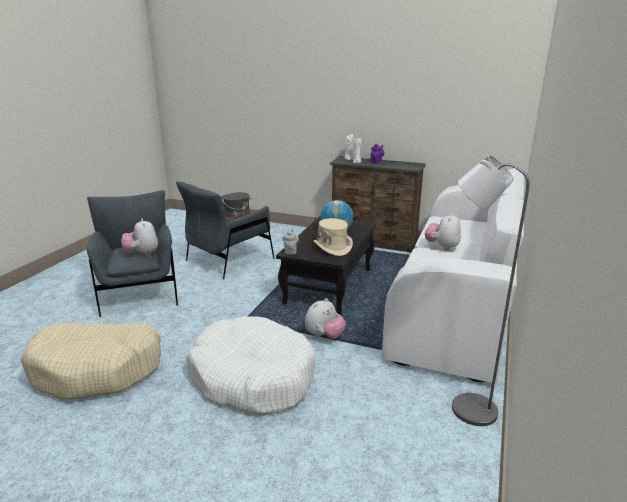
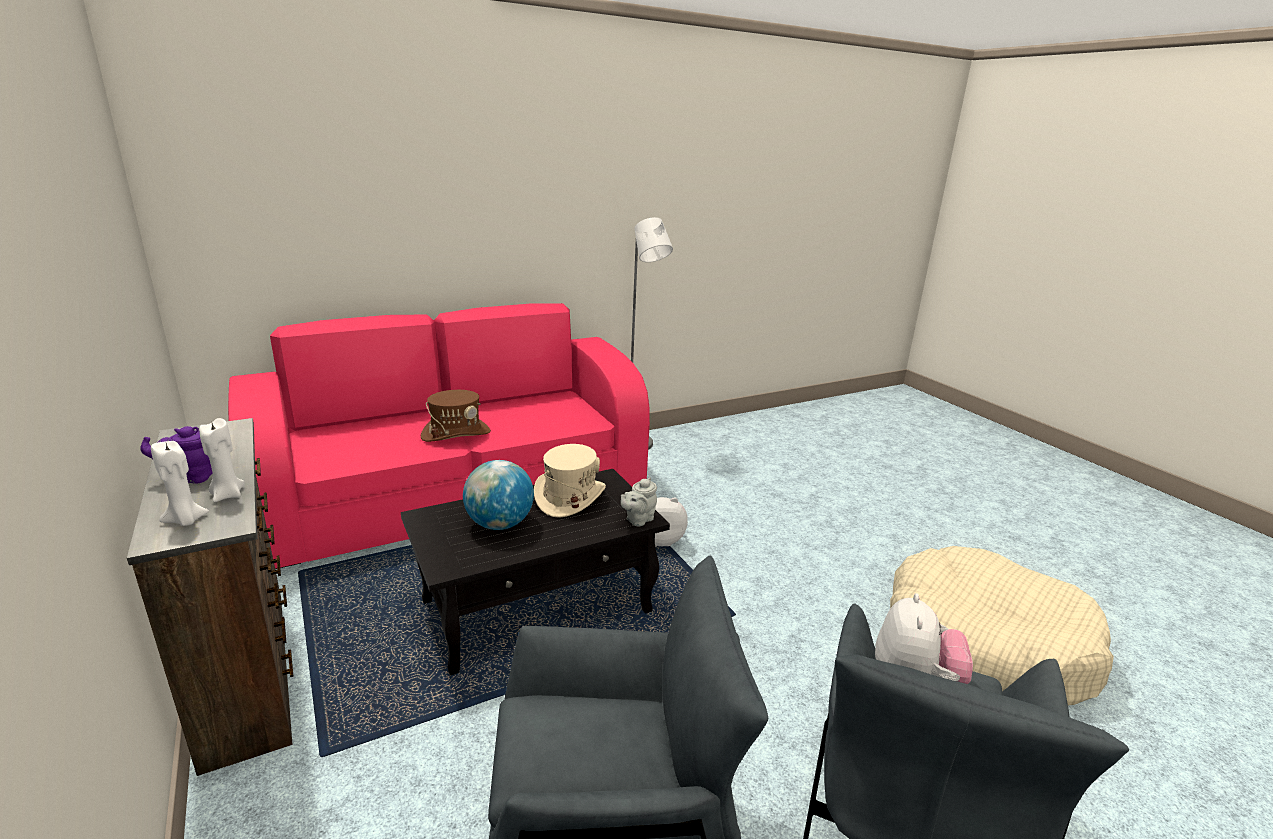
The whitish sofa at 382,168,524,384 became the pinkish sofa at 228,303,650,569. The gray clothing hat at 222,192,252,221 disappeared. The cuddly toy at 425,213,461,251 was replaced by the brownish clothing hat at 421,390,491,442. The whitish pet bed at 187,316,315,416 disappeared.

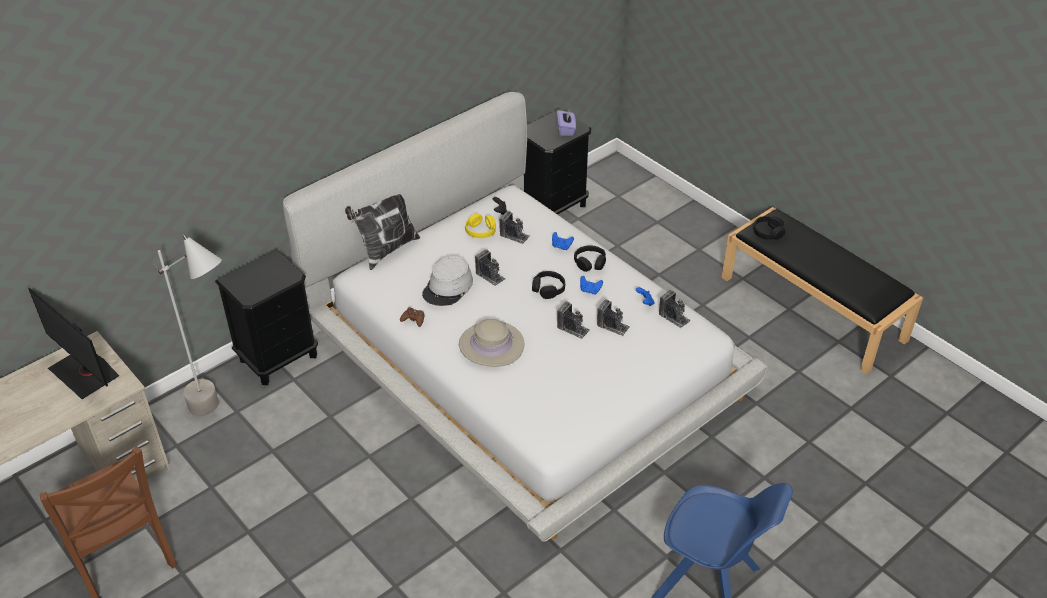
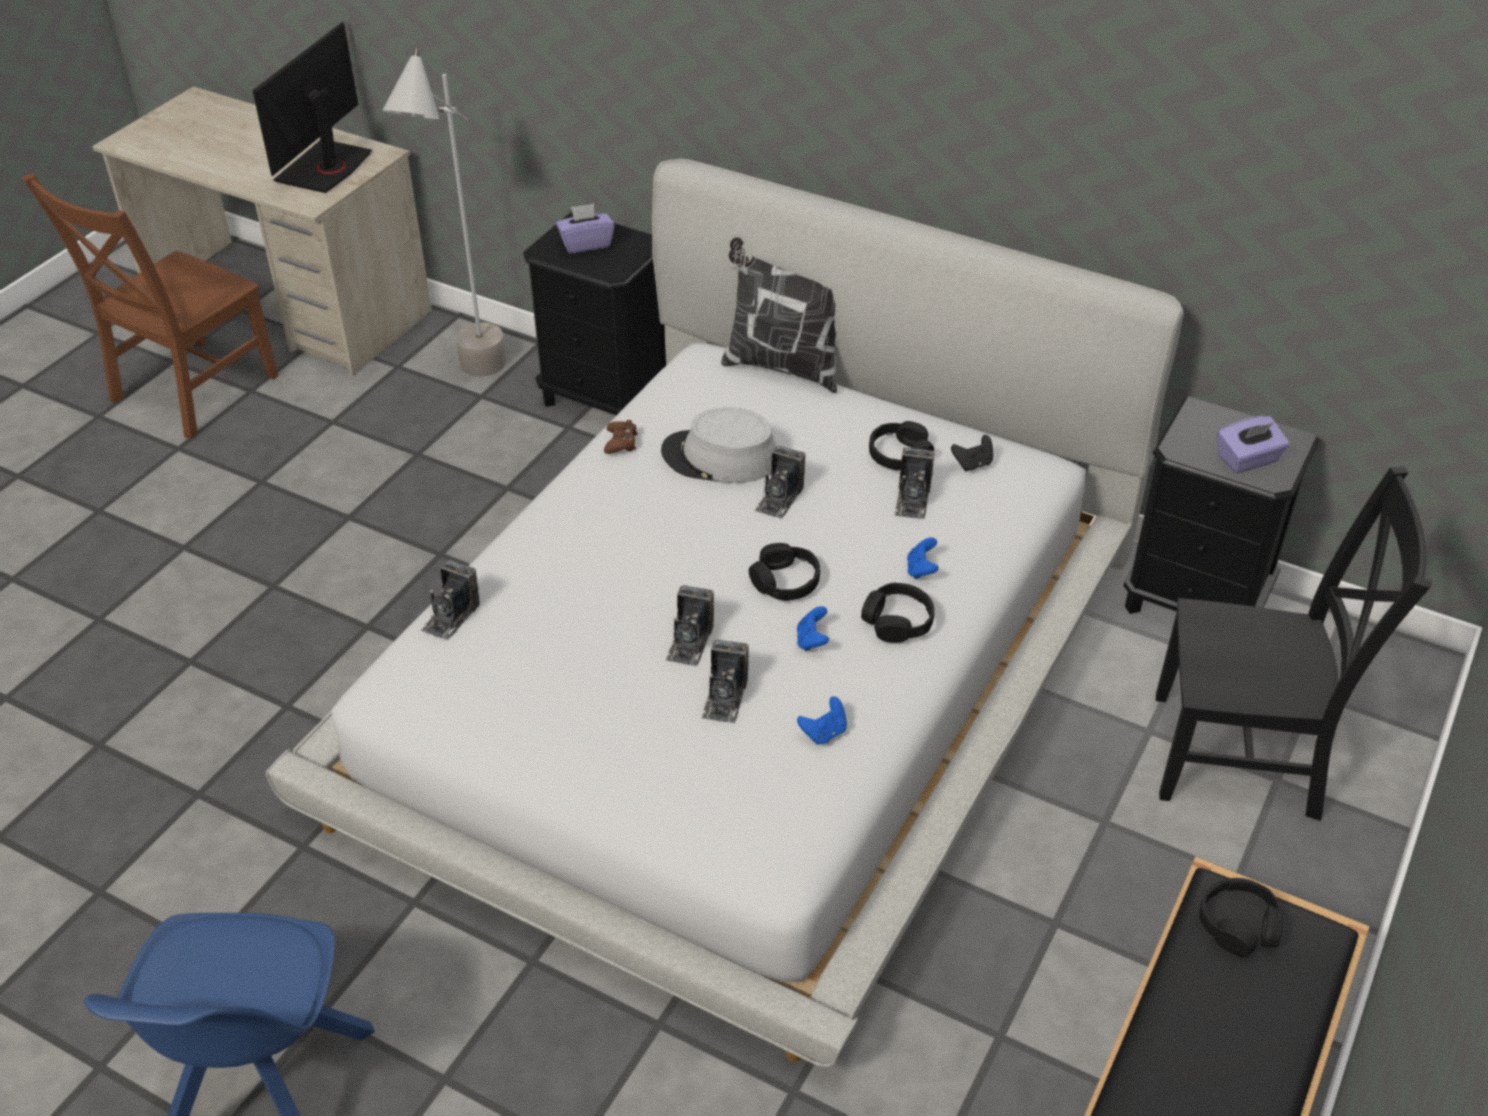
The yellow-coloured headset at 465,213,496,238 became the black-coloured headset at 869,421,934,470. The still camera moved from 659,290,691,328 to 421,560,480,640. The beige-coloured clothing hat at 459,319,525,367 disappeared. The purplish tissue box at 556,203,615,254 appeared. The black-coloured plain chair at 1156,466,1432,821 appeared.

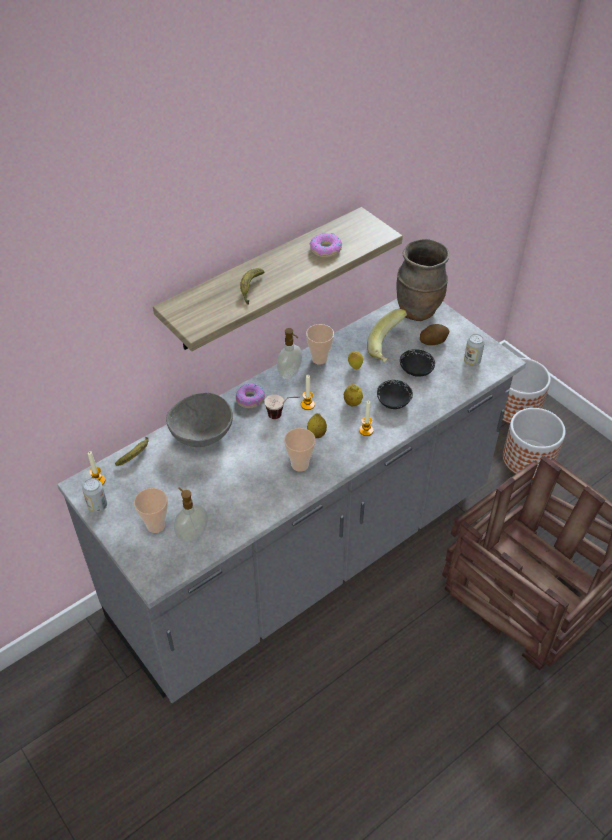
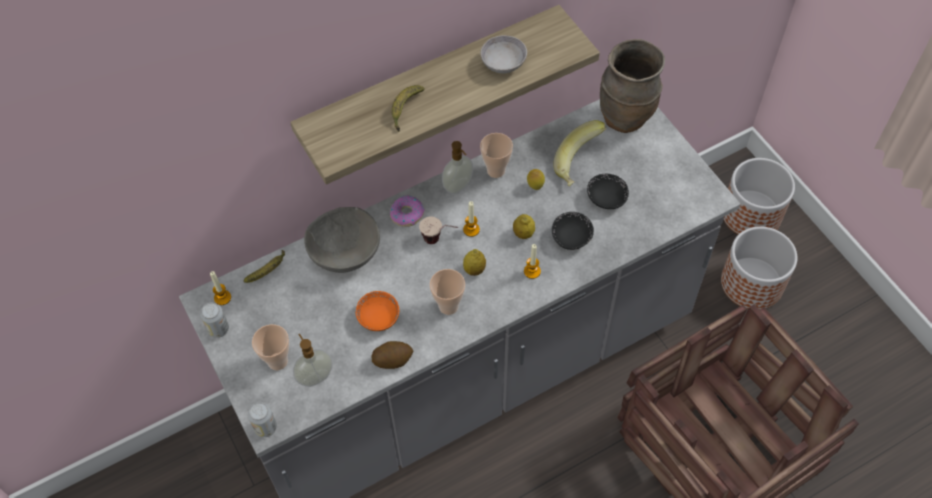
The ring doughnut at 309,233,342,258 was replaced by the gray serving bowl at 481,35,527,73. The whole potato moved from 420,324,449,345 to 371,341,413,369. The can moved from 464,334,485,366 to 248,402,277,437. The orange-coloured serving bowl at 355,291,399,331 appeared.

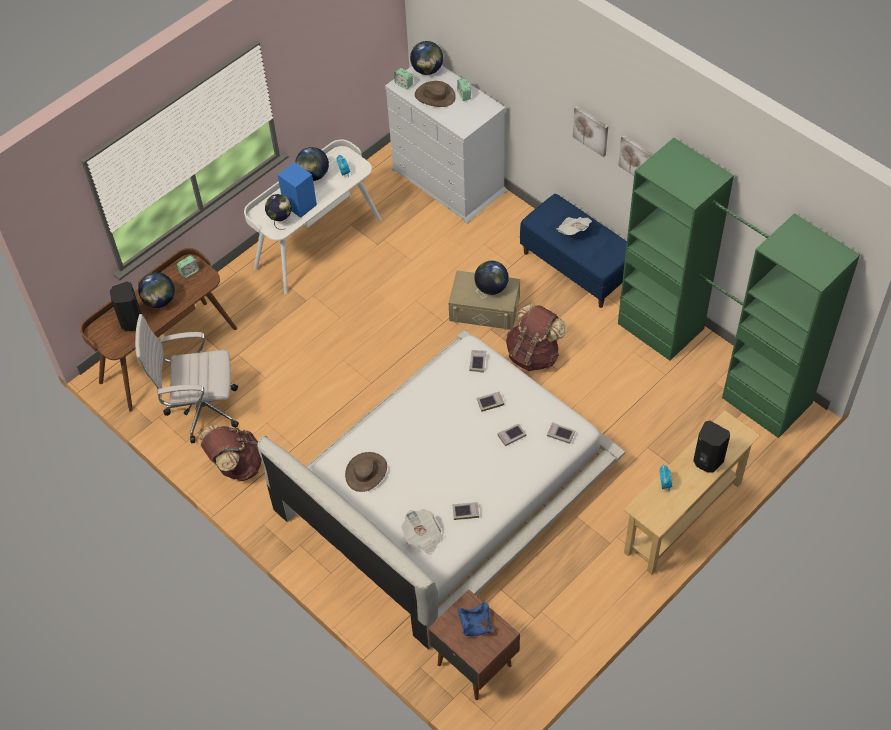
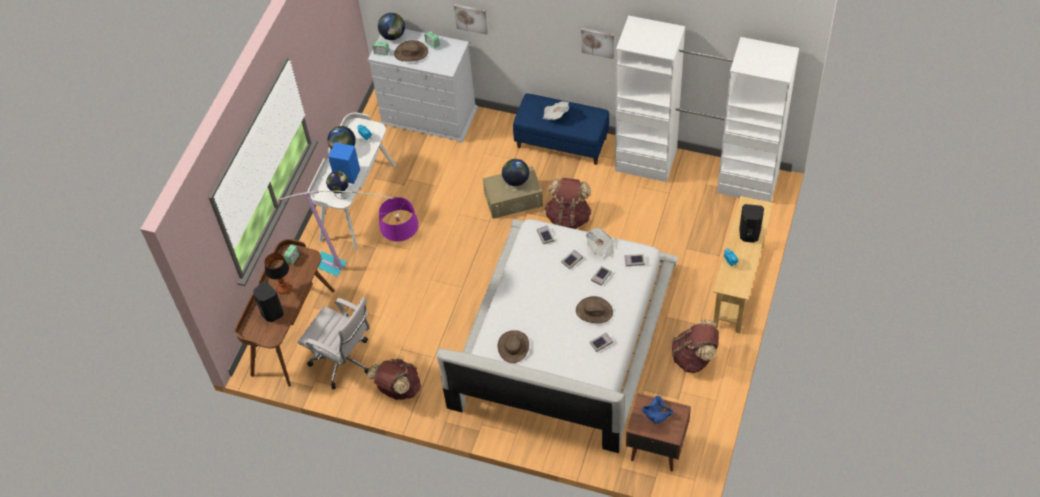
The wall picture moved from 573,106,608,157 to 454,4,488,35. The green-coloured armoire at 618,138,860,438 became the whitish armoire at 615,15,799,202. The world globe at 138,272,175,308 was replaced by the tabletop lamp at 264,253,291,294. The whitish computer chair at 135,314,239,443 turned 120 degrees counterclockwise. The daily paper moved from 401,509,443,555 to 586,228,615,257. The floor lamp at 279,190,419,276 appeared. The brownish clothing hat at 576,296,613,323 appeared. The brownish knapsack at 672,320,719,373 appeared.

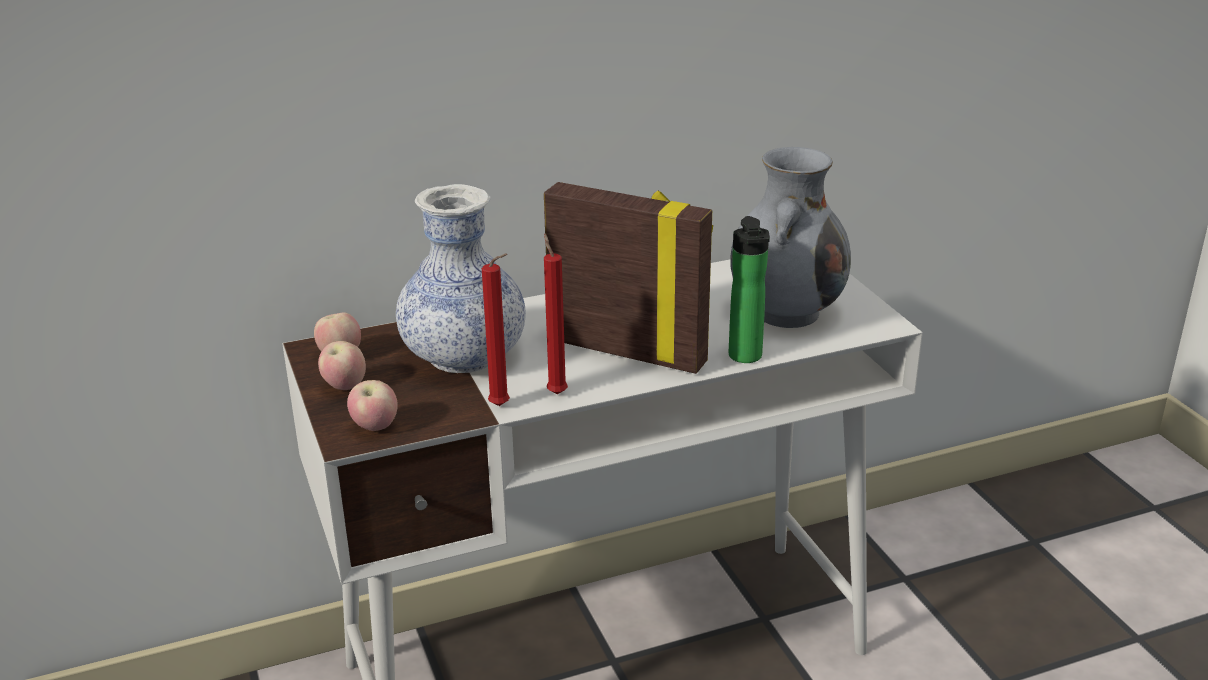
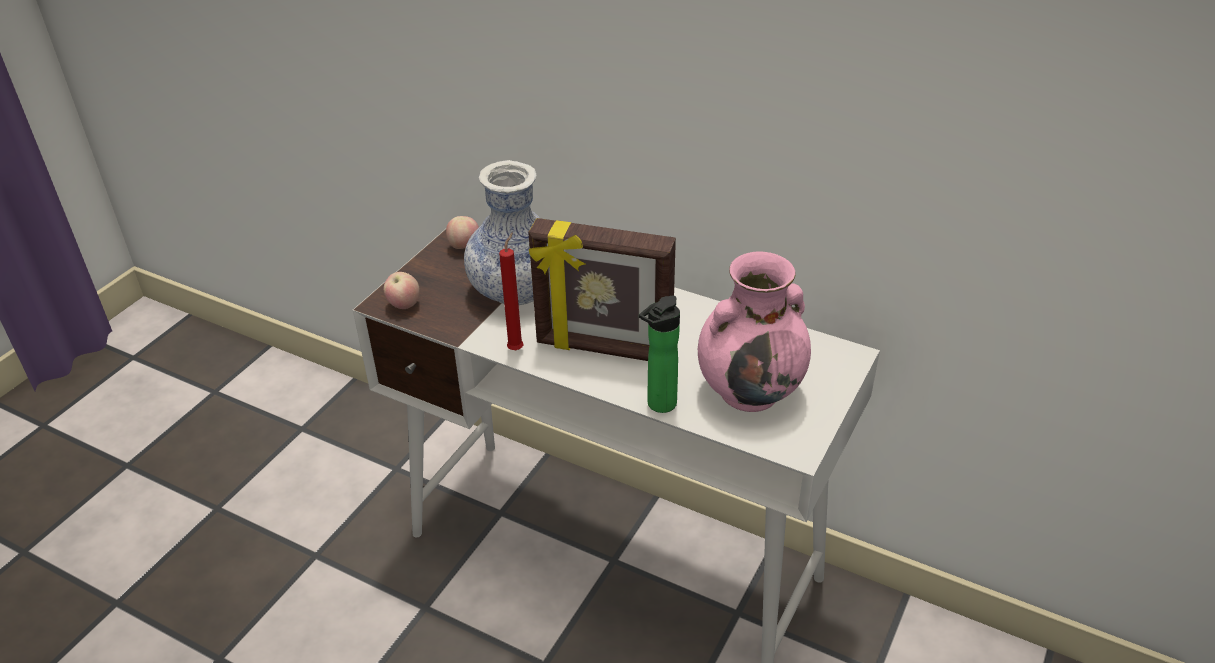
The gray vase at 730,147,851,328 became the pinkish vase at 698,251,811,412. The photo frame at 544,182,713,374 turned 120 degrees clockwise. The red candle at 482,254,510,406 disappeared. The apple fruit at 318,341,366,390 disappeared.

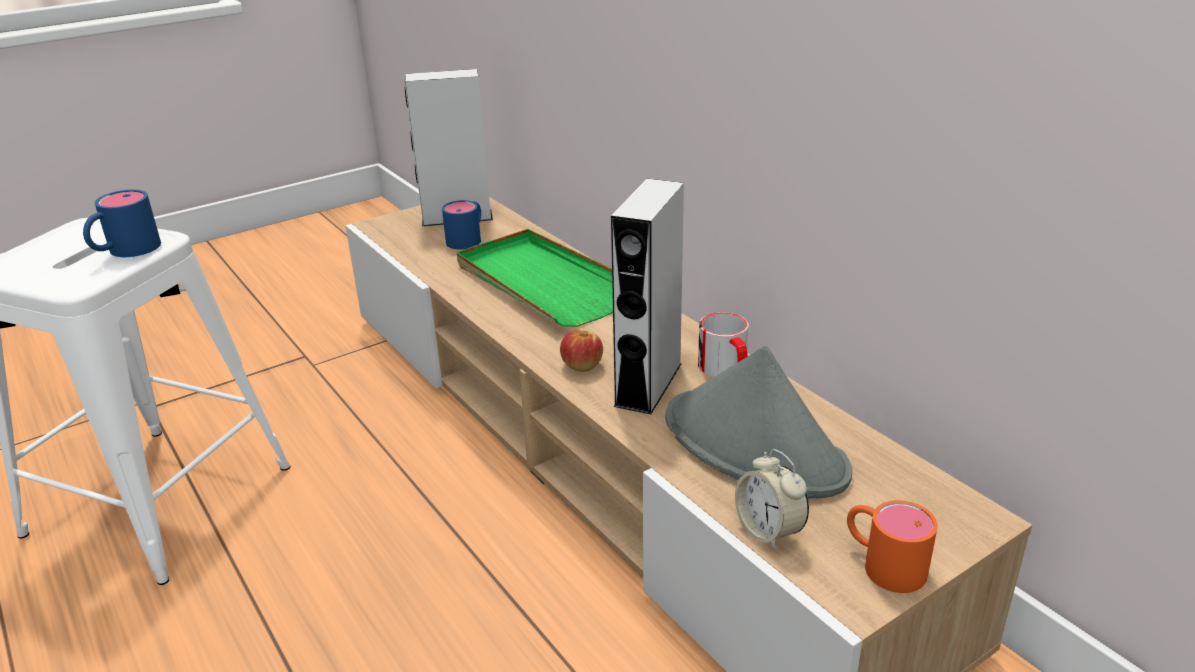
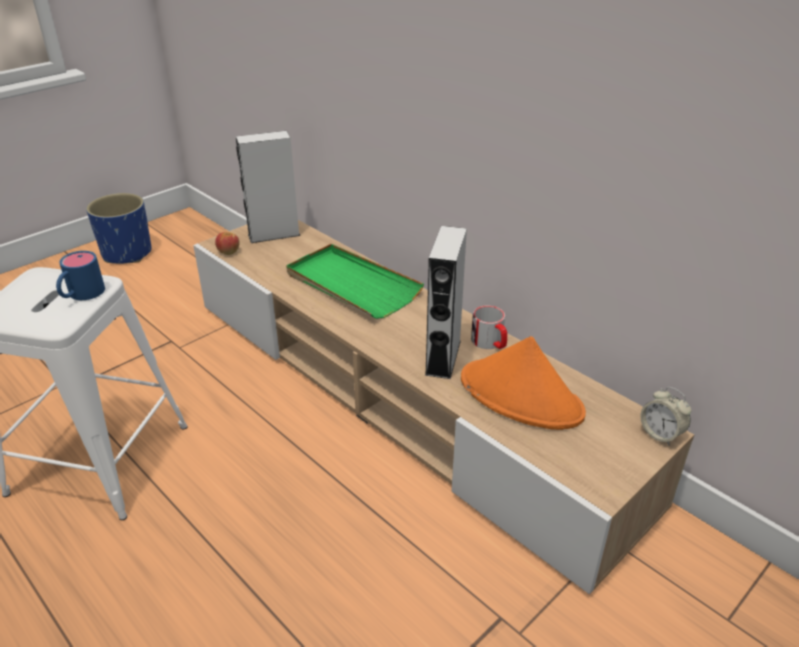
The blue-coloured tea mug at 442,200,481,250 disappeared. The apple fruit moved from 560,330,603,372 to 215,232,240,255. The gray clothing hat at 665,346,852,499 became the orange-coloured clothing hat at 461,336,586,430. The alarm clock moved from 735,449,809,550 to 640,387,691,446. The orange-coloured tea mug at 847,500,938,593 disappeared. The blue-coloured flower pot at 86,193,152,264 appeared.

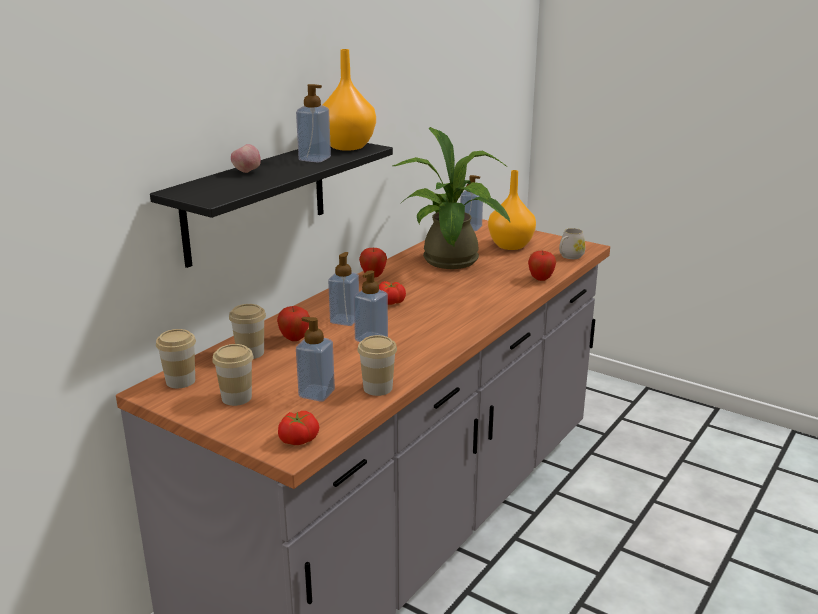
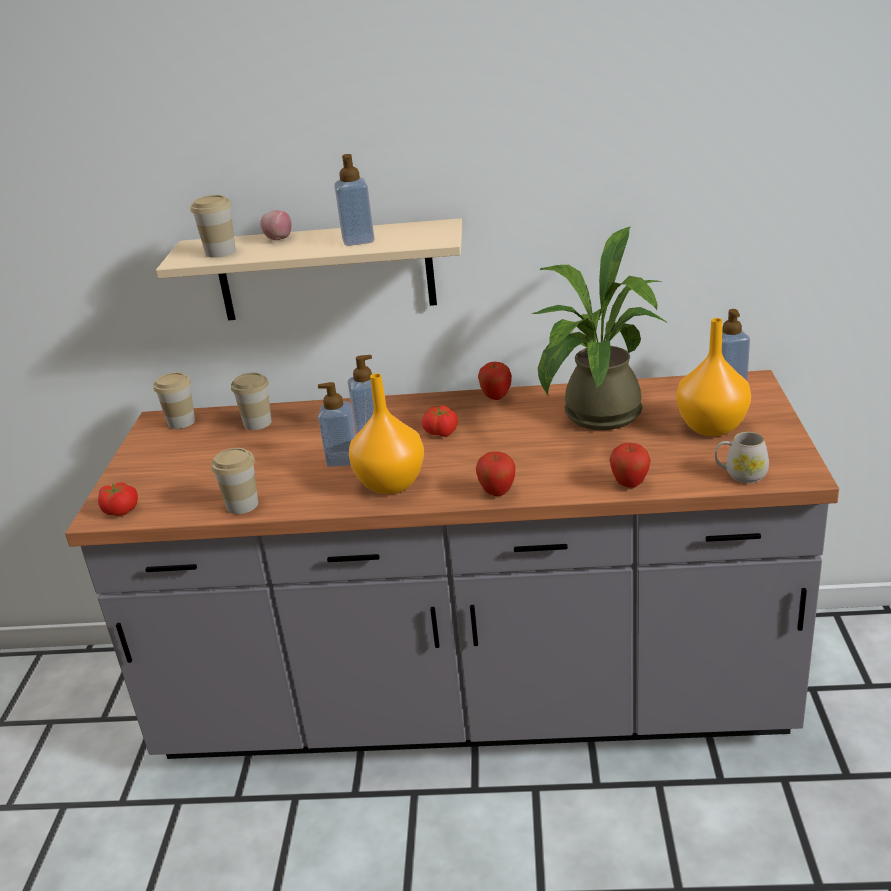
The orange-coloured vase moved from 323,49,376,151 to 349,373,424,495. The black-coloured bracket shelf at 150,143,393,268 became the beige-coloured bracket shelf at 156,218,463,320. The apple fruit moved from 277,306,310,341 to 476,451,516,496. The soap dispenser at 296,317,335,402 disappeared. The small cup moved from 212,344,254,406 to 191,195,236,258.

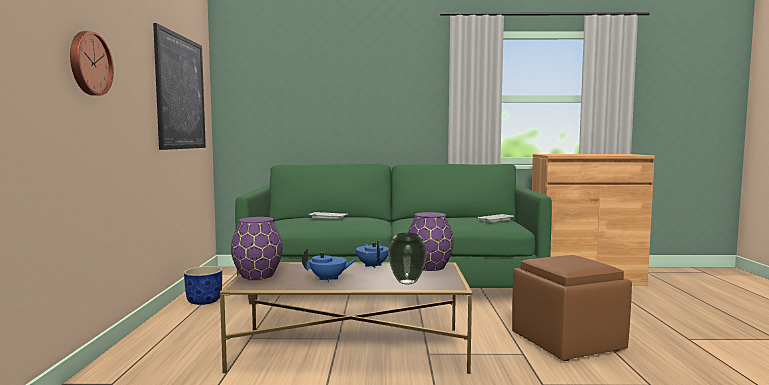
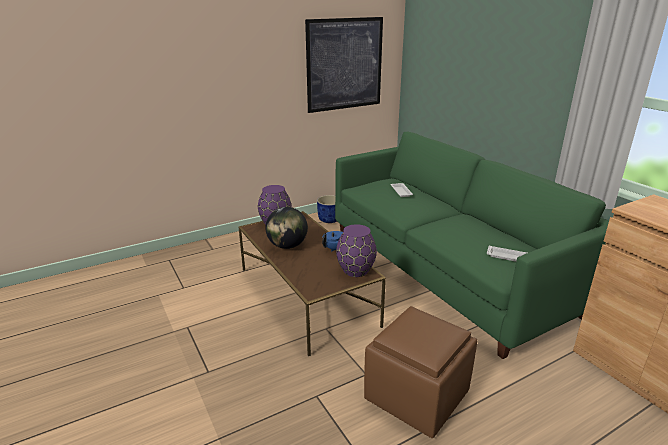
The wall clock at 70,31,114,96 disappeared. The vase at 388,233,427,284 disappeared. The blue-coloured teapot at 302,248,357,282 was replaced by the world globe at 265,207,308,249.

